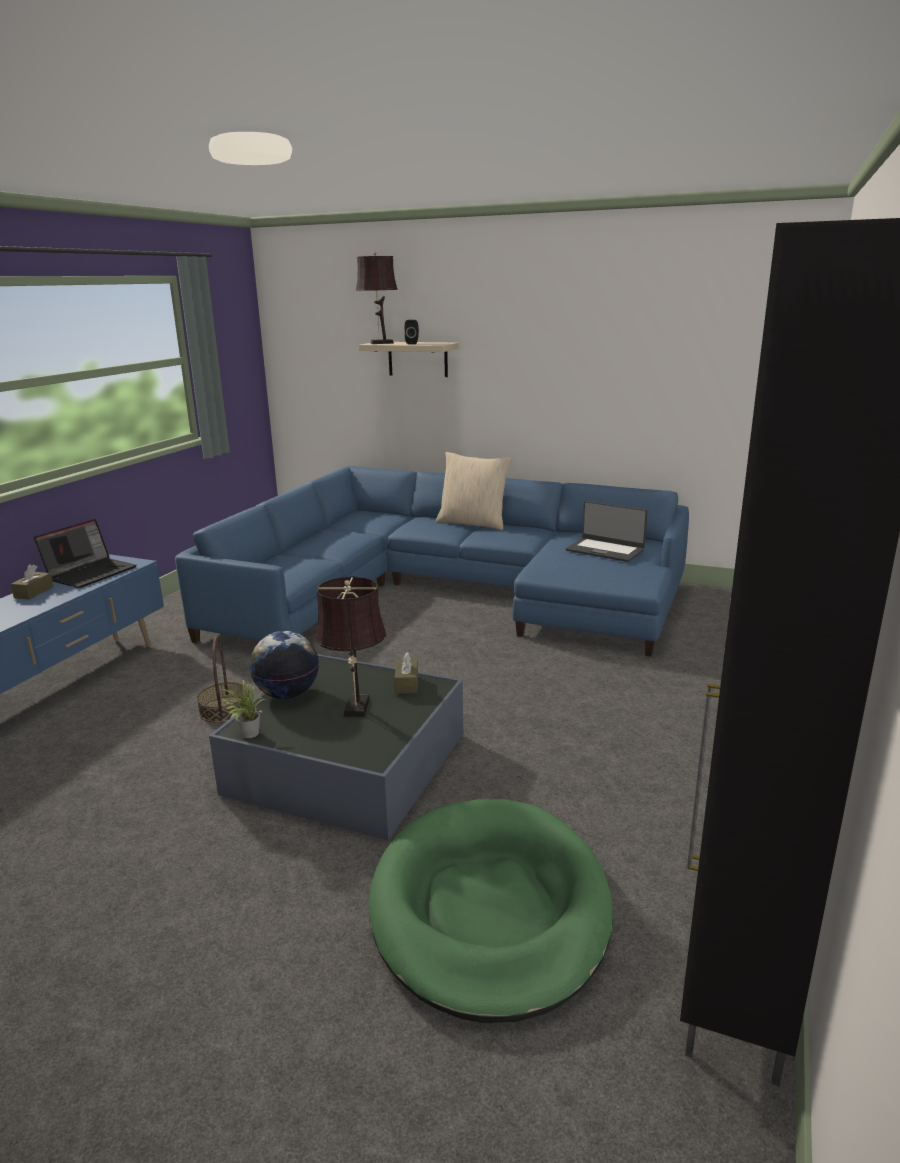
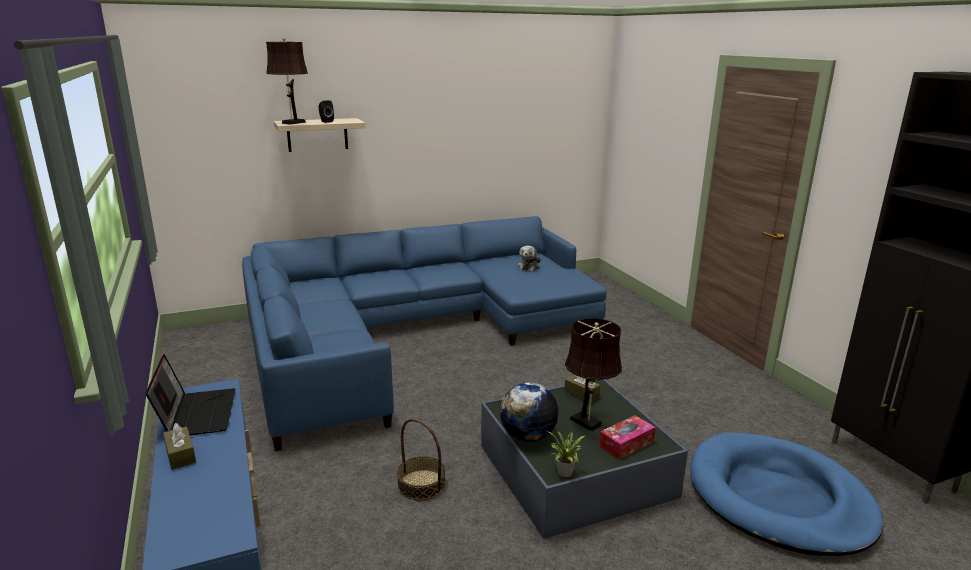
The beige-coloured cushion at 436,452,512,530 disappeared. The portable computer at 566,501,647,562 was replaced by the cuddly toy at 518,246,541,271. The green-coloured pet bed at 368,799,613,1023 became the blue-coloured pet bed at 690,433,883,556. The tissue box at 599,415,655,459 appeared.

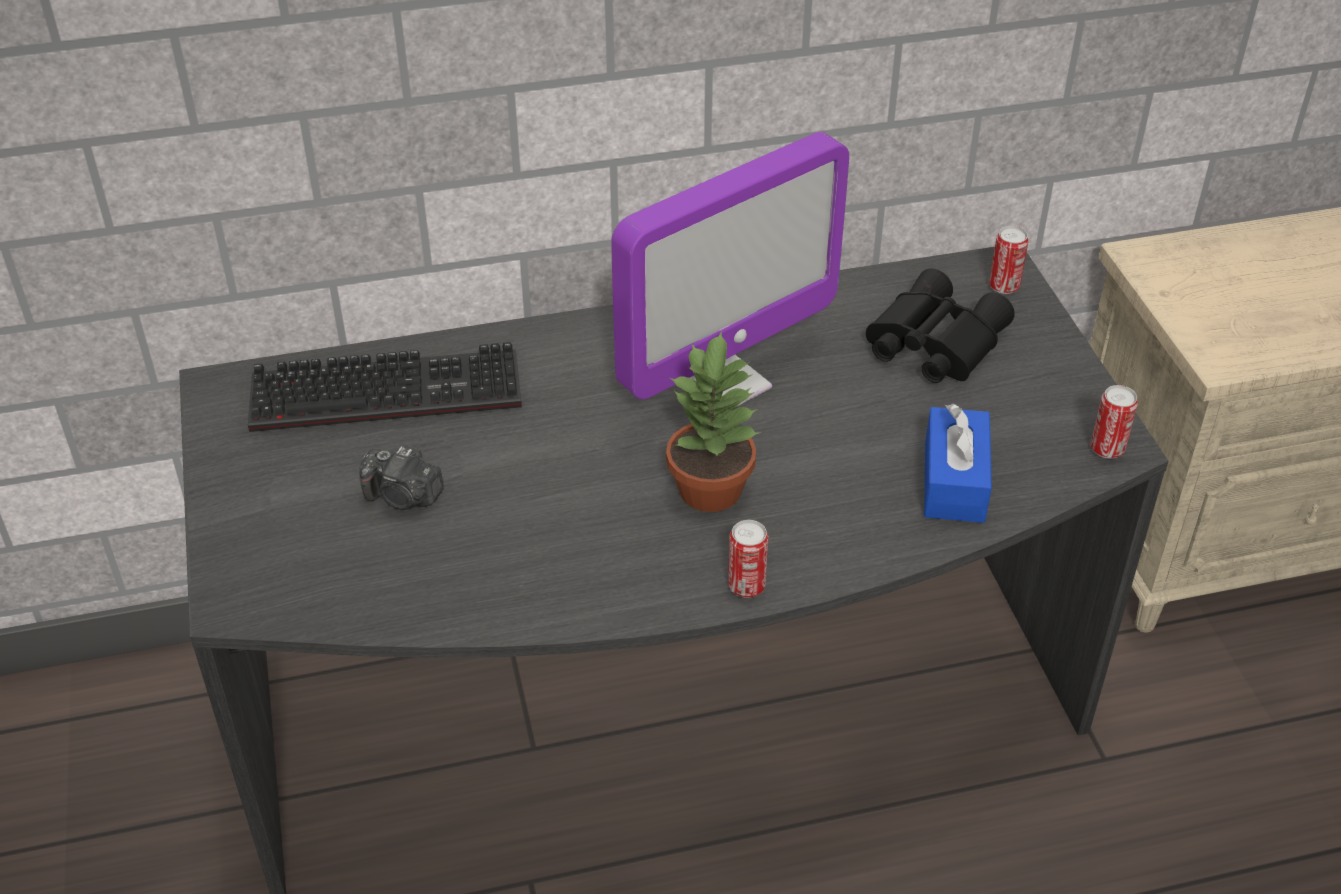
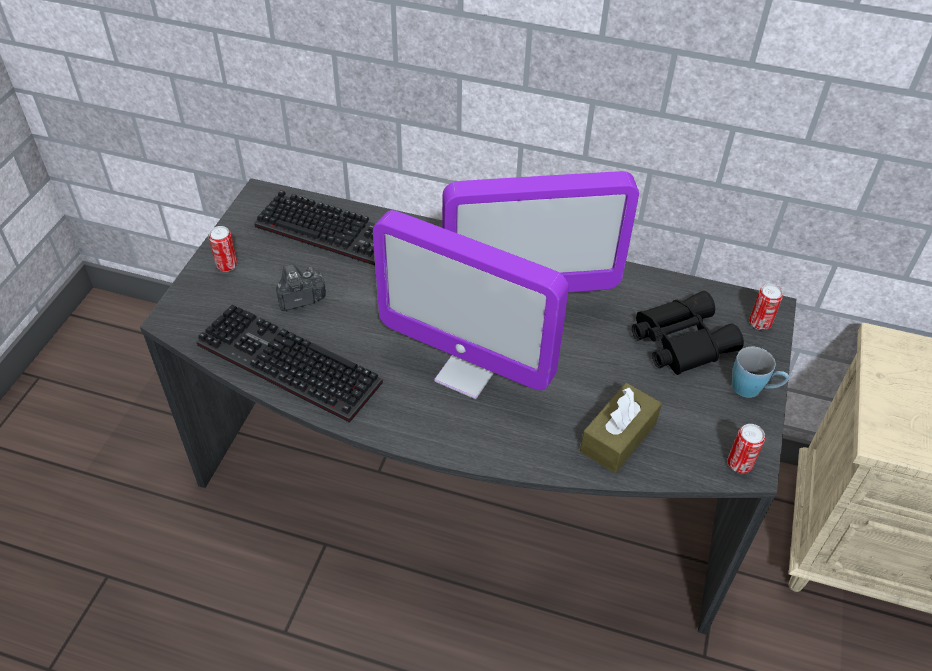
The plant in a pot at 666,330,759,512 was replaced by the monitor at 373,210,569,399. The blue-coloured tissue box at 924,404,992,523 became the brownish tissue box at 580,383,662,473. The still camera at 359,446,444,510 turned 105 degrees clockwise. The can moved from 728,520,768,598 to 208,226,238,272. The PC keyboard at 197,304,383,423 appeared. The blue-coloured tea mug at 732,347,789,398 appeared.

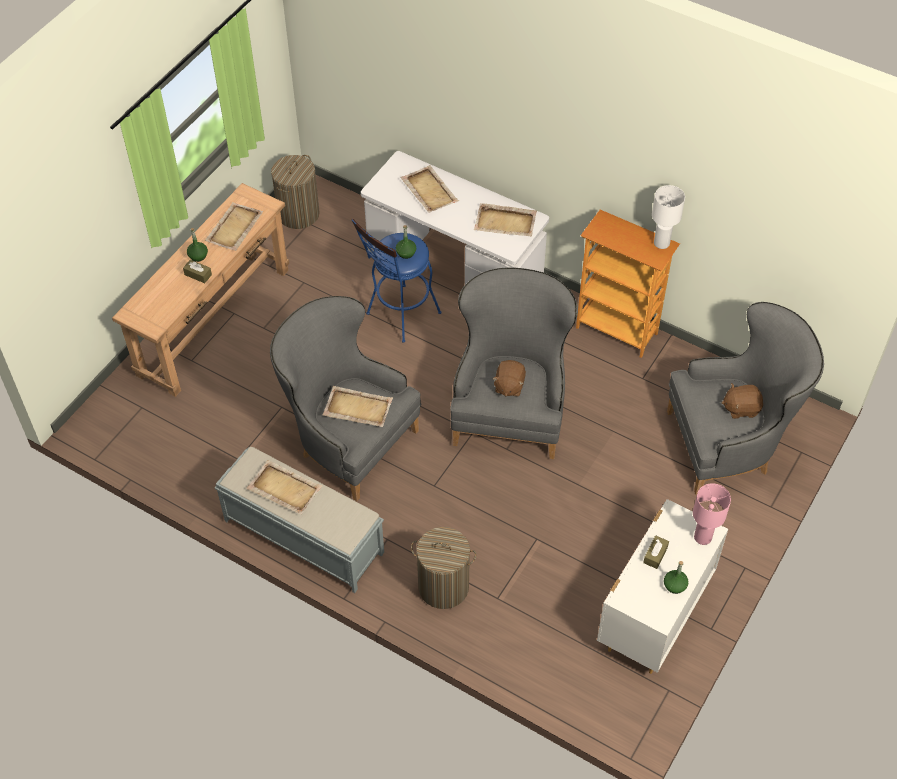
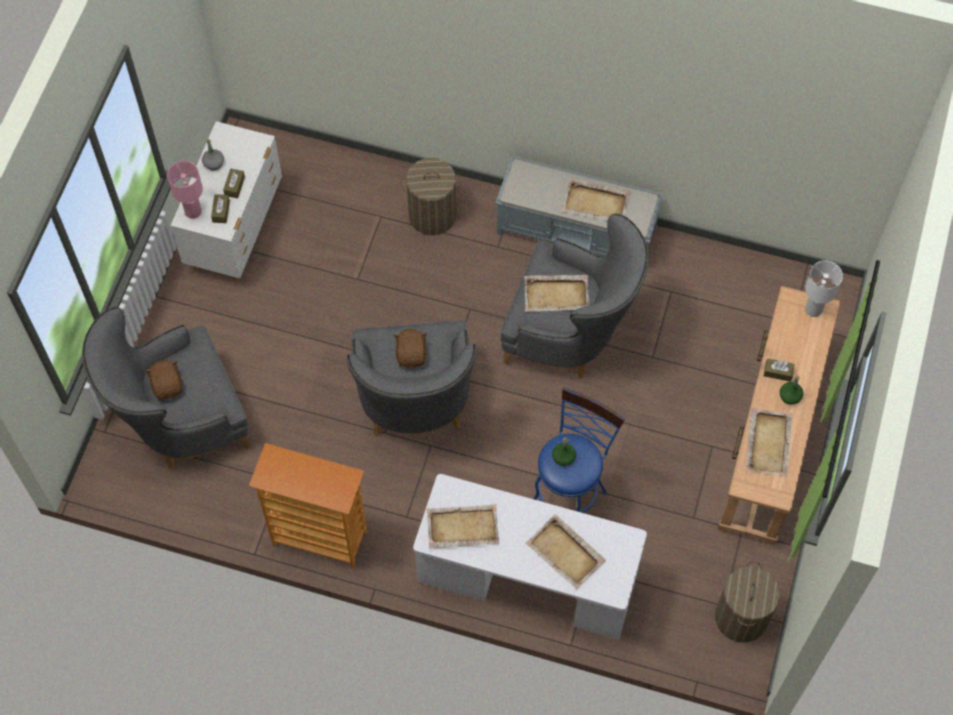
The whitish tabletop lamp moved from 652,185,685,249 to 805,260,843,317. The brownish cuddly toy at 722,383,763,419 turned 90 degrees counterclockwise. The green-coloured drink bottle at 664,561,689,594 became the gray drink bottle at 202,139,224,170. The brownish tissue box at 211,194,230,223 appeared.

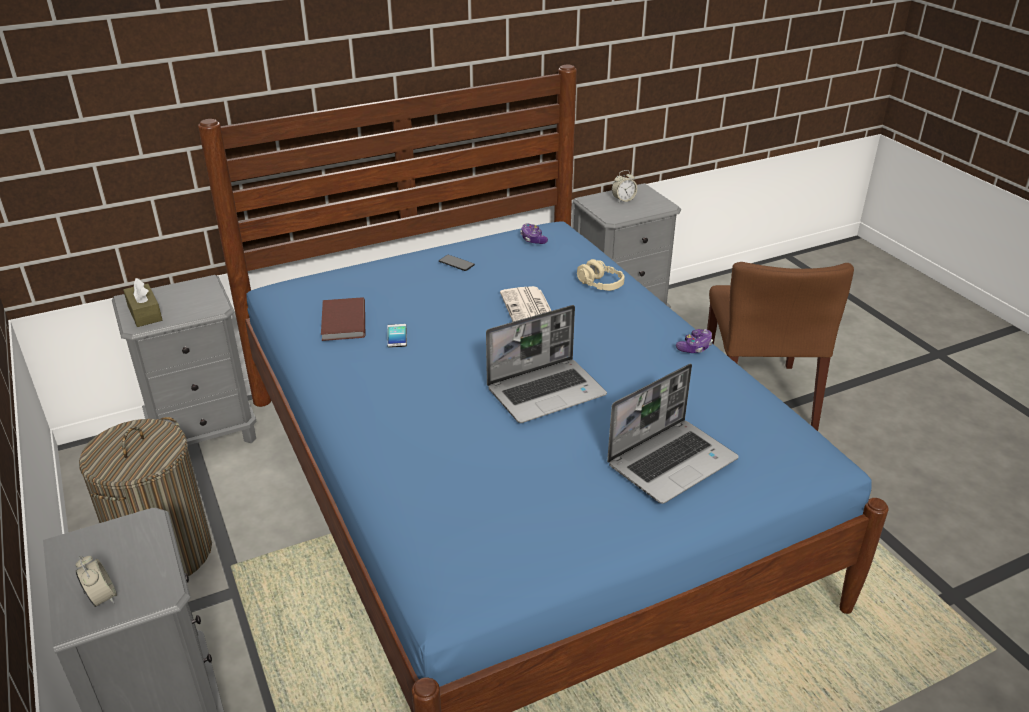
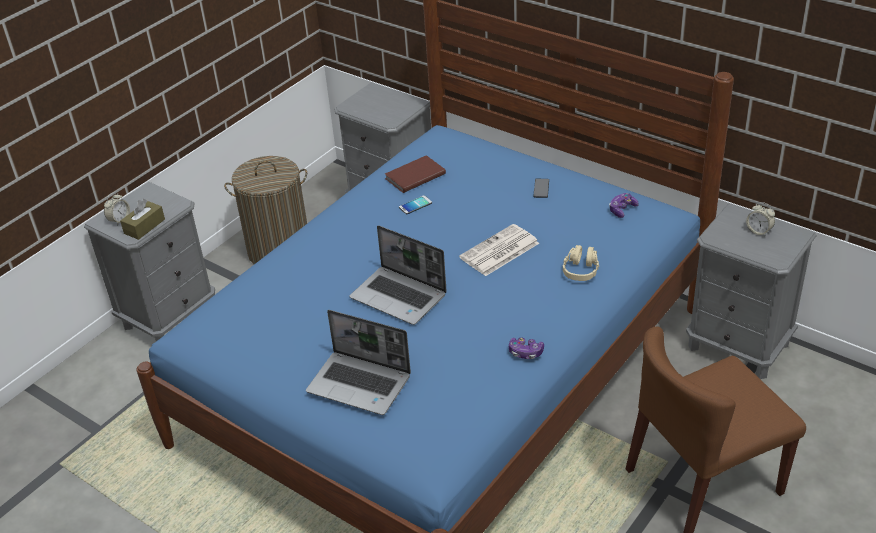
The brownish tissue box moved from 123,278,162,327 to 120,199,165,240.

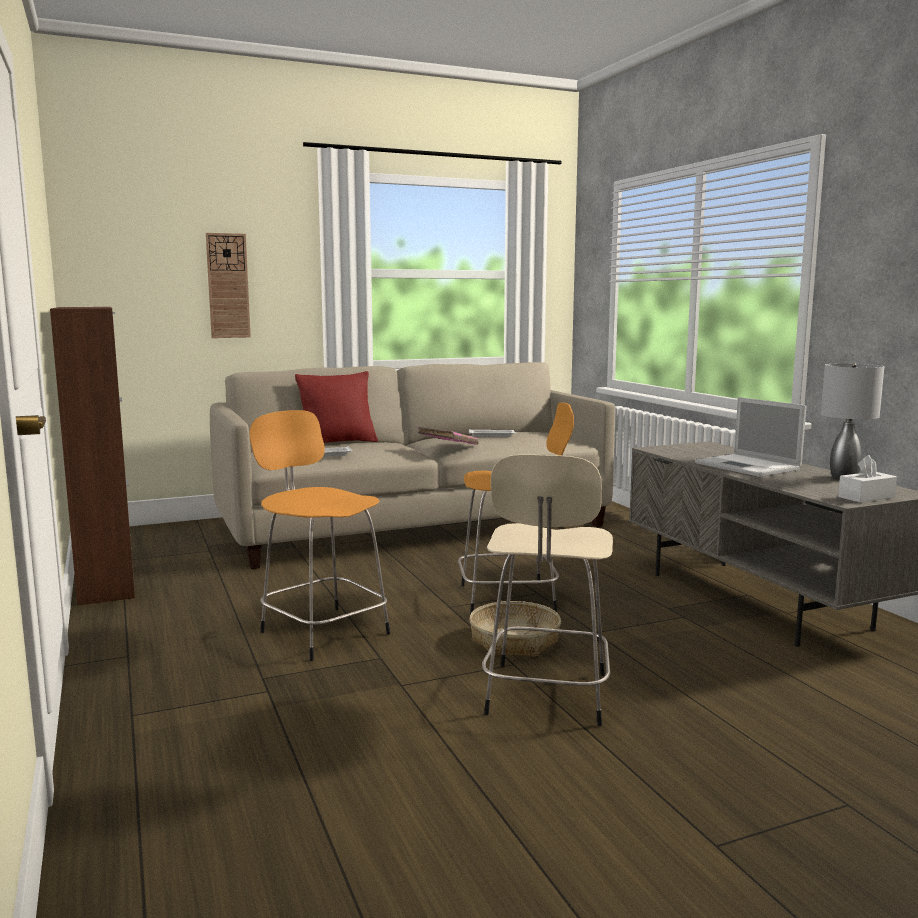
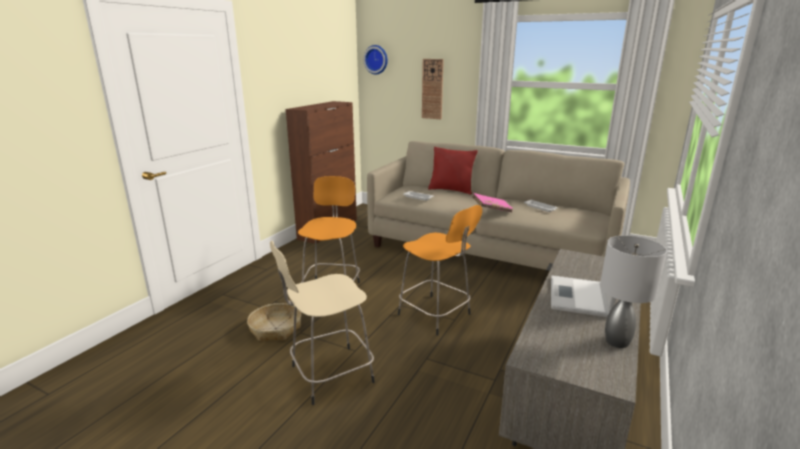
The whitish tissue box at 838,455,897,503 disappeared. The storage basket moved from 470,601,561,657 to 247,303,301,342. The wall clock at 363,45,388,74 appeared.

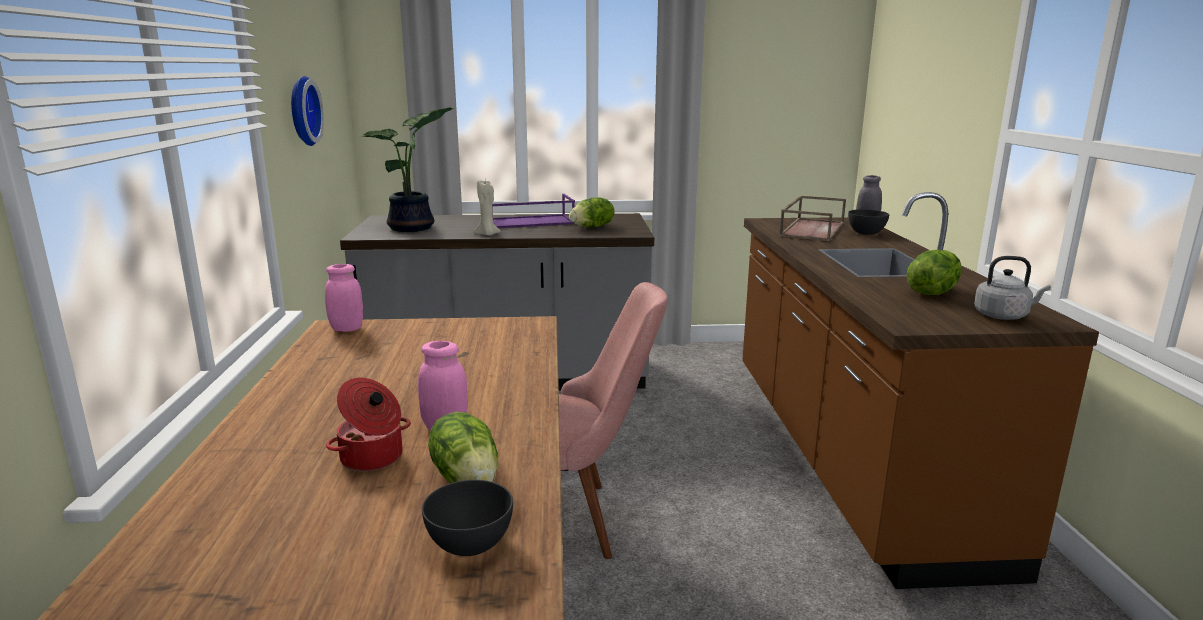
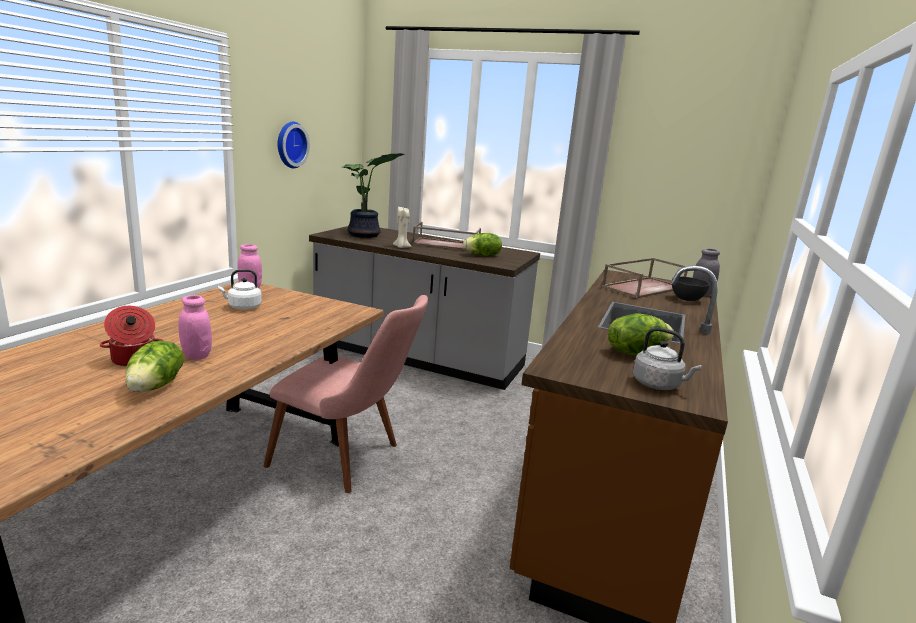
The purplish serving tray at 492,194,575,228 became the brownish serving tray at 412,222,481,250. The gray serving bowl at 422,480,513,556 disappeared. The whitish water kettle at 218,269,262,310 appeared.

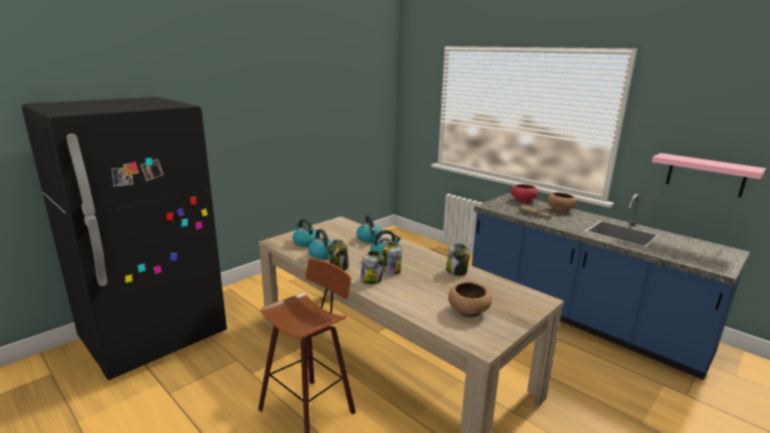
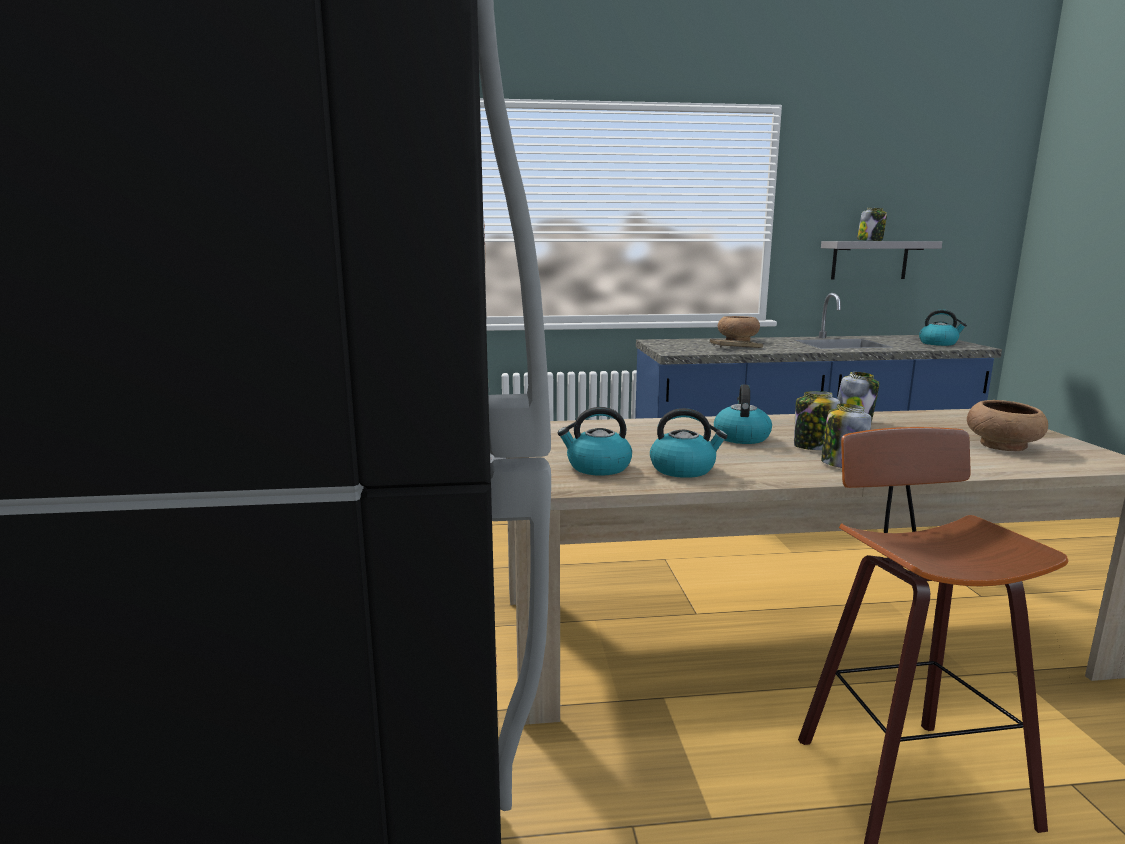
The pinkish bracket shelf at 652,153,766,197 became the gray bracket shelf at 821,241,942,280. The red serving bowl at 511,184,538,203 disappeared. The water kettle moved from 356,215,382,243 to 919,310,967,346. The preserve jar moved from 328,239,349,271 to 857,208,887,241.

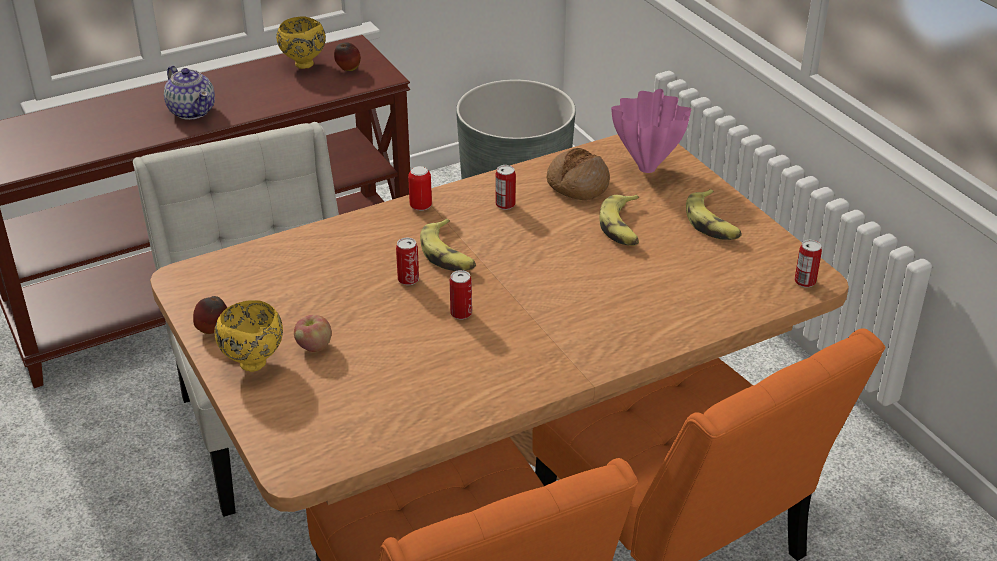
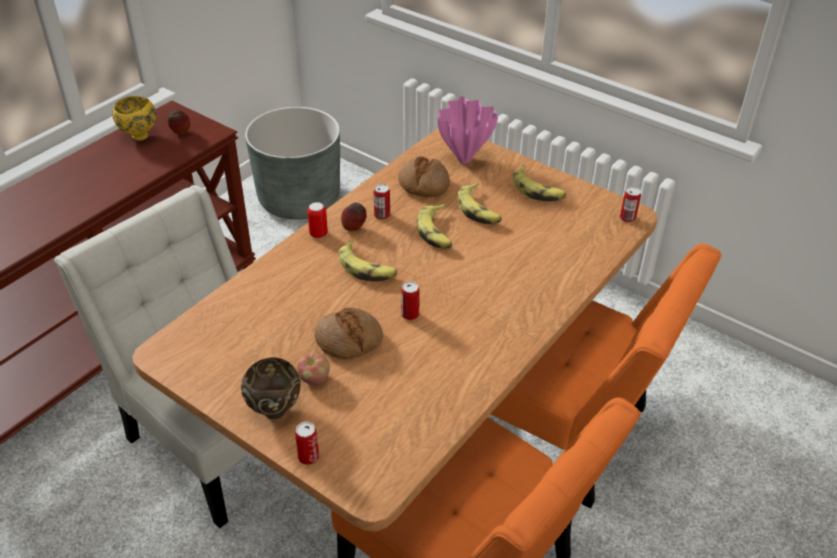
The teapot at 164,66,215,120 disappeared. The can moved from 396,238,419,285 to 295,422,319,465. The apple fruit moved from 193,296,227,334 to 341,203,367,232. The yellow-coloured serving bowl at 215,300,283,372 became the brownish serving bowl at 241,357,301,419. The whole banana at 417,204,453,249 appeared. The bread at 315,307,383,359 appeared.

